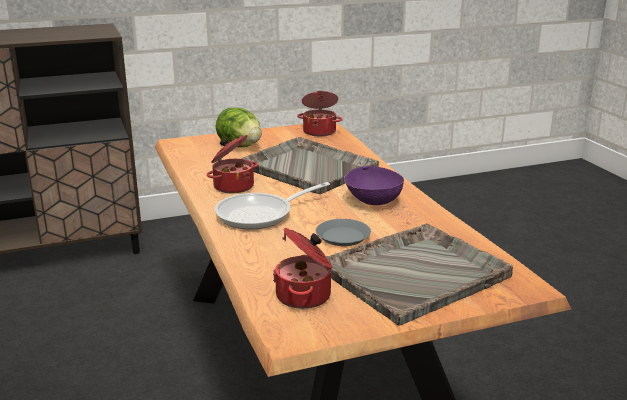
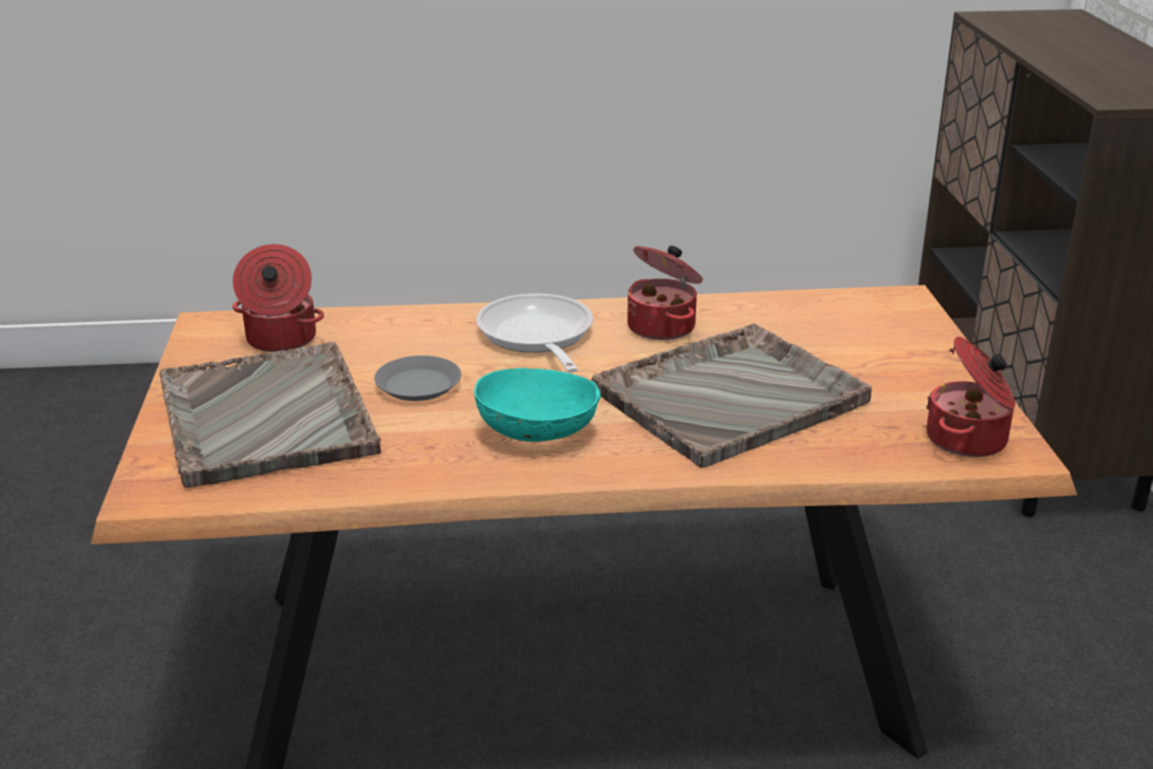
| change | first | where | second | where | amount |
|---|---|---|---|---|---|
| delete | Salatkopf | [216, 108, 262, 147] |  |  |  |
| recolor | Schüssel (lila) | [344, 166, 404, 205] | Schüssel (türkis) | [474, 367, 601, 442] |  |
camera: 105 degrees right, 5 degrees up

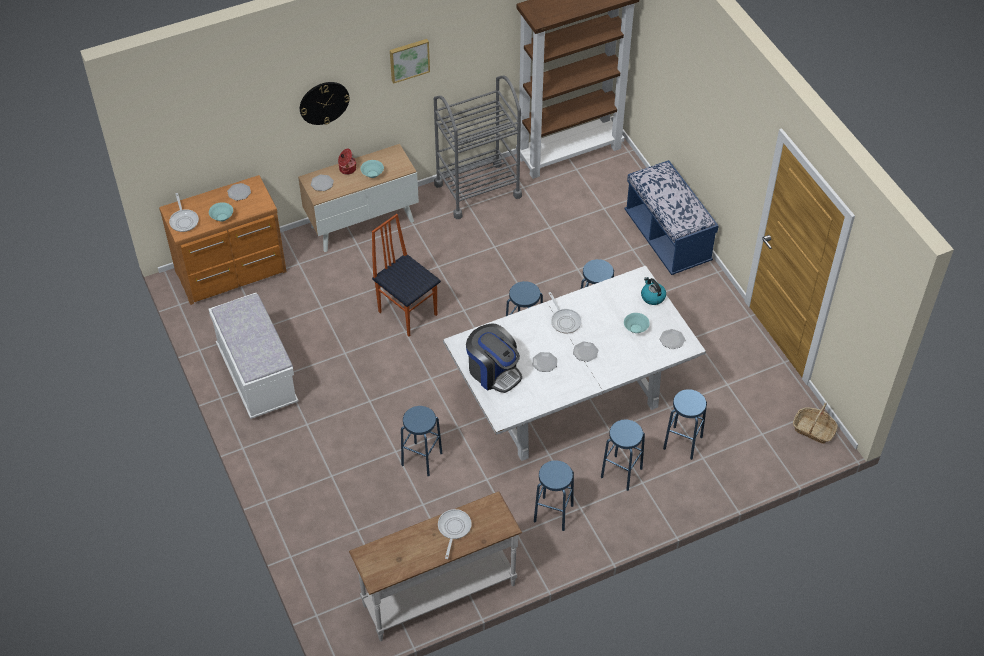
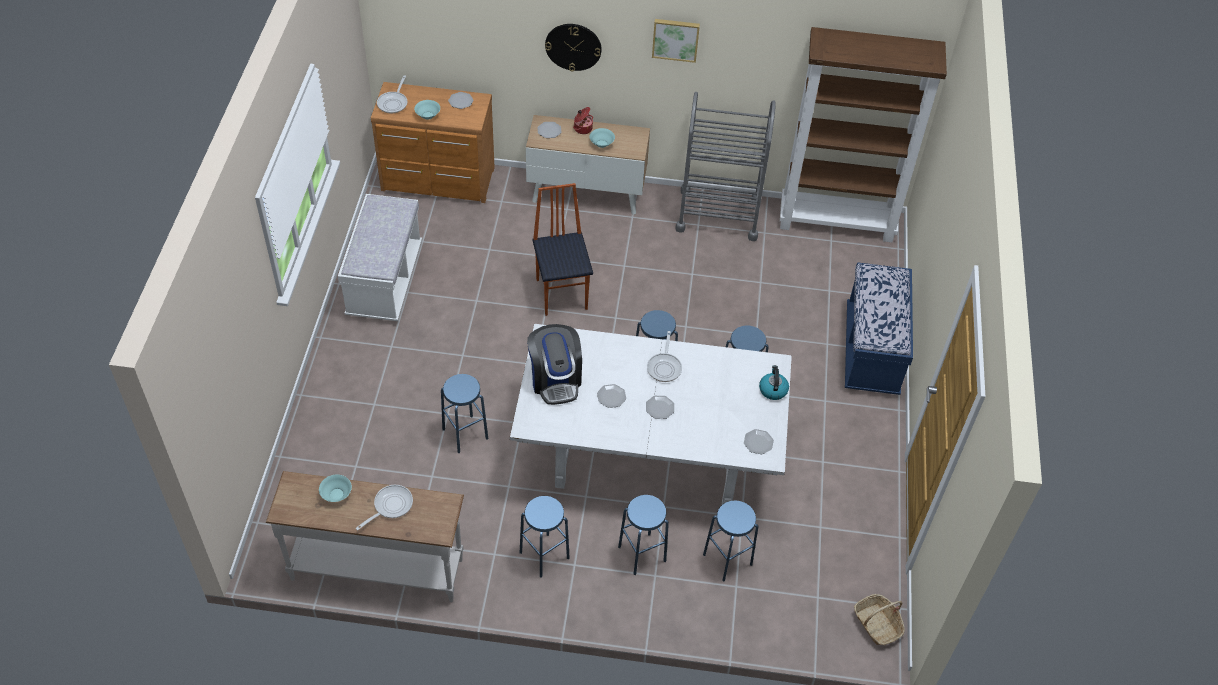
| change | first | where | second | where | amount |
|---|---|---|---|---|---|
| move | Schüssel (türkis) | [624, 313, 650, 333] |  | [319, 475, 352, 502] |  |
camera: 30 degrees right, 0 degrees up

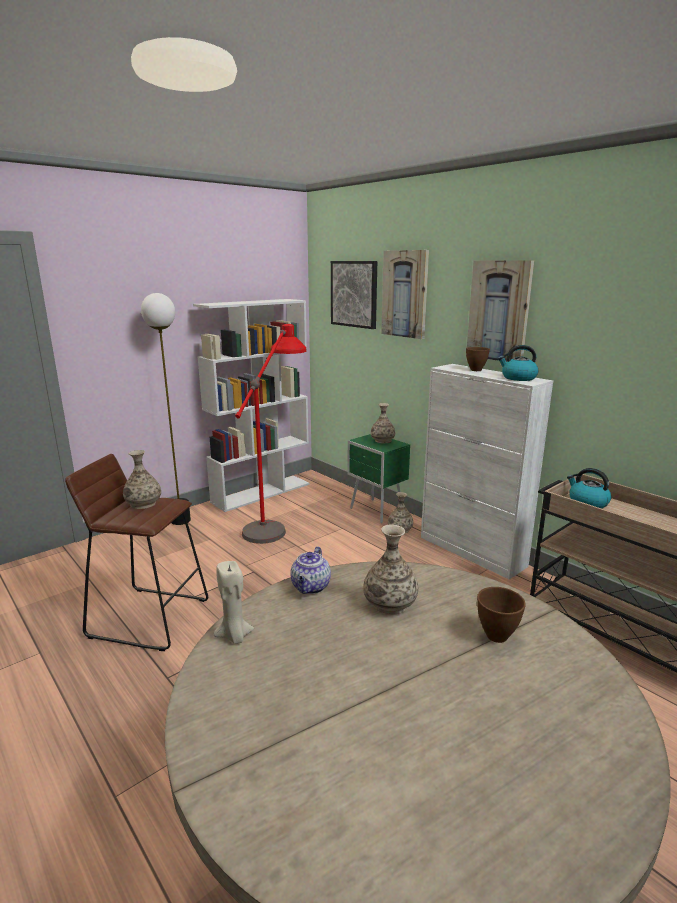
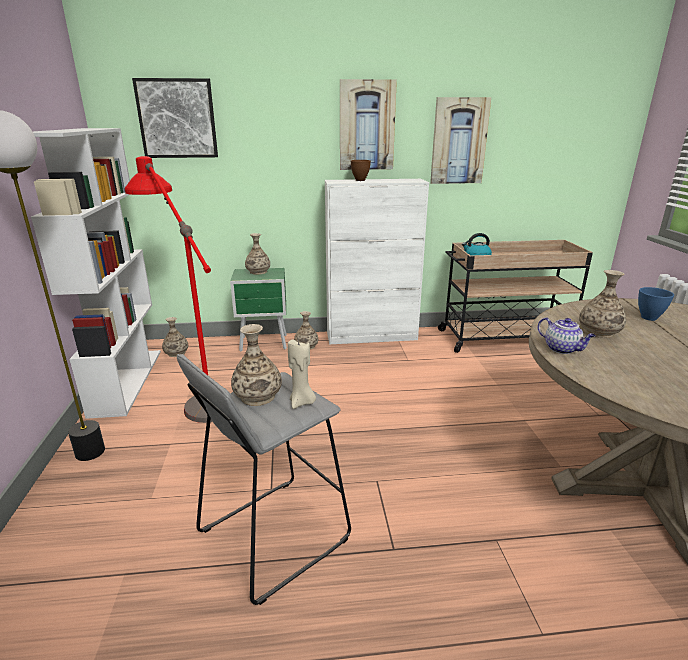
| change | first | where | second | where | amount |
|---|---|---|---|---|---|
| recolor | Hocker (braun) | [65, 454, 208, 651] | Hocker (grau) | [177, 354, 351, 605] |  |
| move | Kerze (beige) | [214, 561, 254, 644] |  | [288, 338, 316, 409] |  |
| move | Bild | [381, 250, 429, 339] |  | [430, 97, 491, 184] |  |
| recolor | Schüssel (braun) | [477, 587, 526, 643] | Schüssel (blau) | [638, 287, 674, 321] |  |
| delete | Wasserkessel | [498, 345, 538, 381] |  |  |  |
| insert |  |  | Vase | [162, 317, 188, 357] |  |
camera: 55 degrees left, 5 degrees up

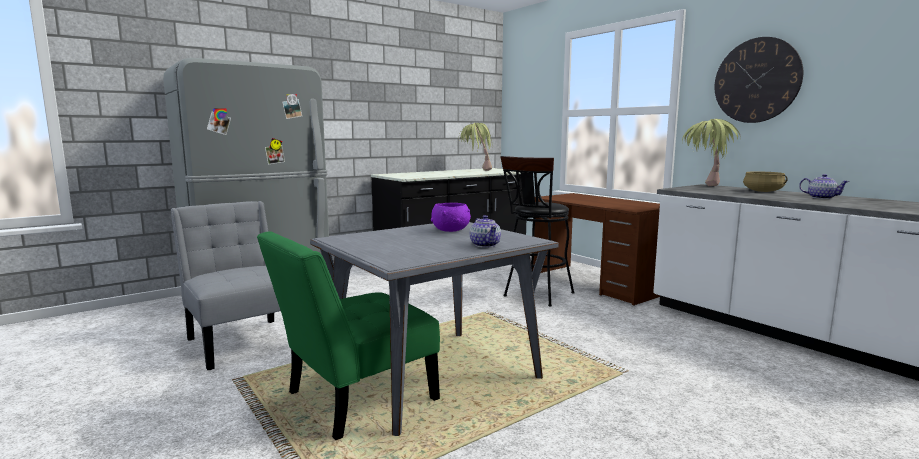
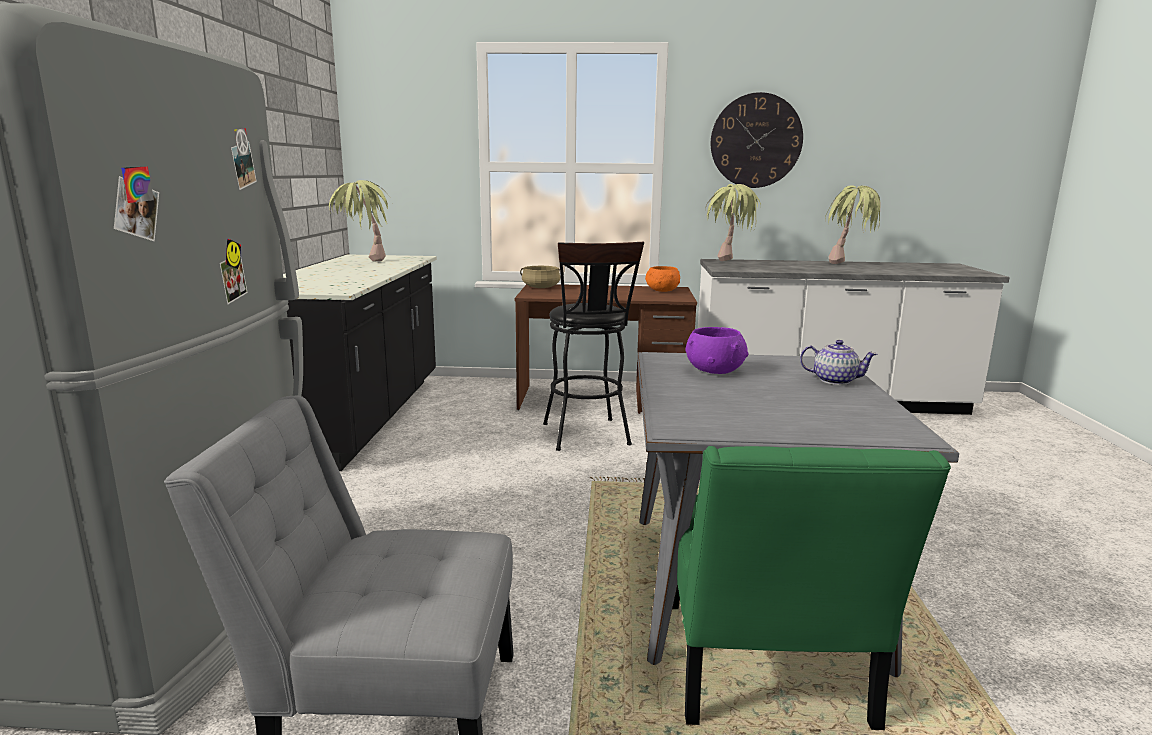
| change | first | where | second | where | amount |
|---|---|---|---|---|---|
| move | Kochtopf (beige) | [743, 171, 788, 192] |  | [520, 266, 564, 288] |  |
| replace | Teekanne | [799, 174, 849, 199] | Topfpflanze | [825, 186, 880, 264] |  |
| insert |  |  | Schüssel (orange) | [645, 266, 680, 292] |  |
camera: 50 degrees left, 5 degrees up

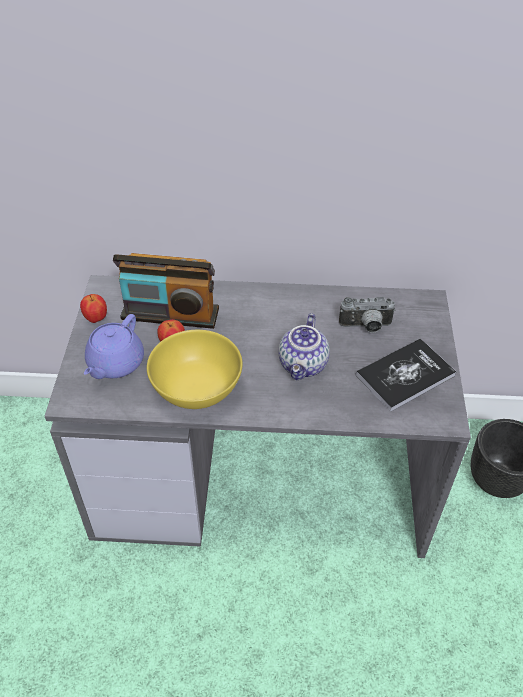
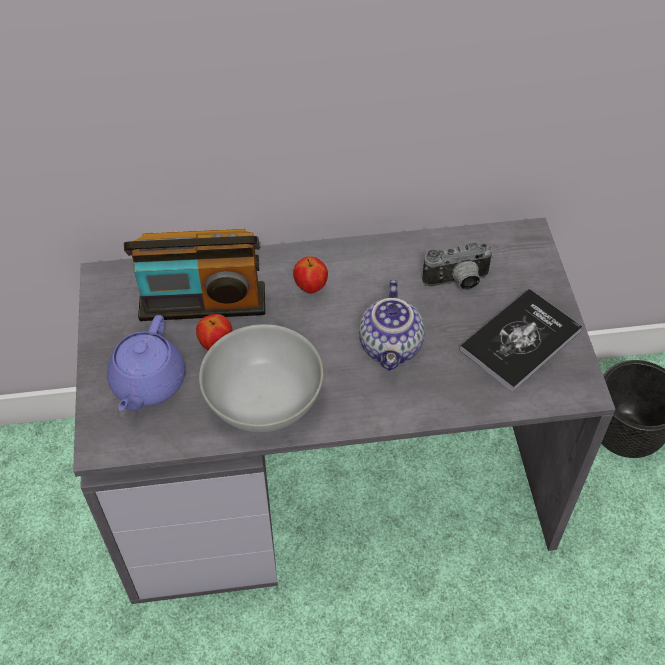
| change | first | where | second | where | amount |
|---|---|---|---|---|---|
| move | Apfel | [80, 294, 107, 323] |  | [293, 256, 328, 294] |  |
| recolor | Schüssel (gelb) | [147, 330, 243, 409] | Schüssel (weiß) | [199, 324, 324, 433] |  |
camera: 10 degrees left, 5 degrees up

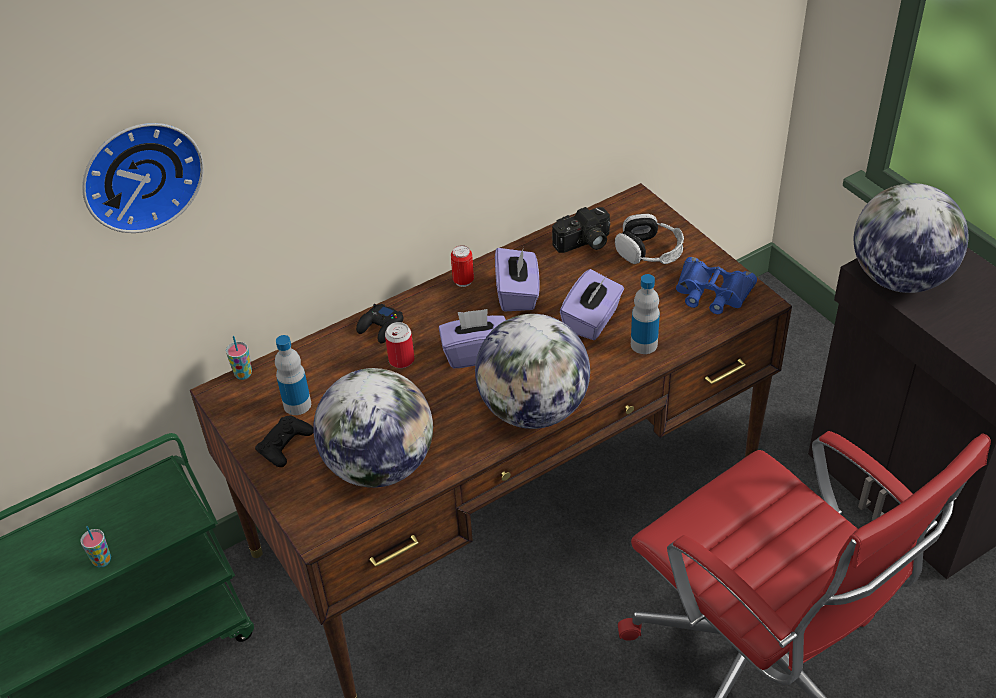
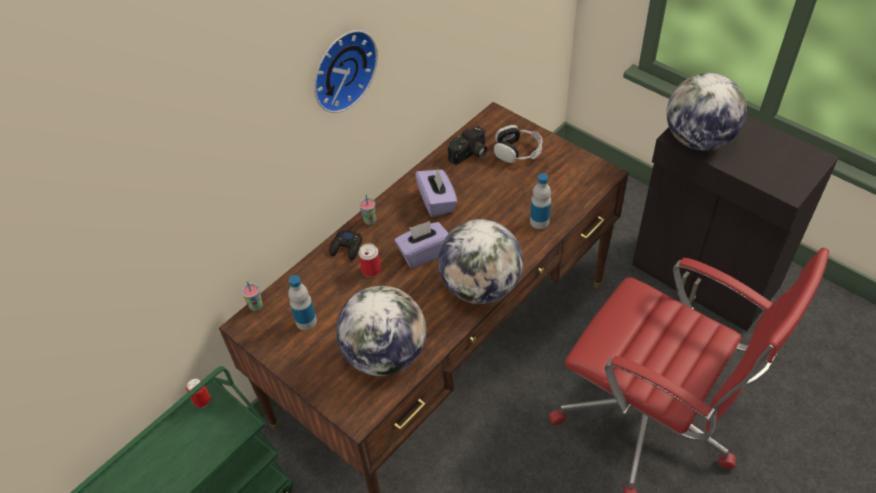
| change | first | where | second | where | amount |
|---|---|---|---|---|---|
| move | Tasse | [80, 526, 111, 568] |  | [360, 195, 376, 225] |  |
| move | Wanduhr | [82, 123, 204, 233] |  | [314, 30, 378, 113] |  |
| delete | Gamepad (schwarz) | [255, 415, 313, 467] |  |  |  |
| move | Dose | [451, 245, 474, 287] |  | [186, 378, 211, 407] |  |
| delete | Taschentuchbox (lila) | [560, 269, 624, 340] |  |  |  |
| delete | Fernglas (blau) | [676, 257, 757, 314] |  |  |  |
camera: 15 degrees left, 5 degrees up

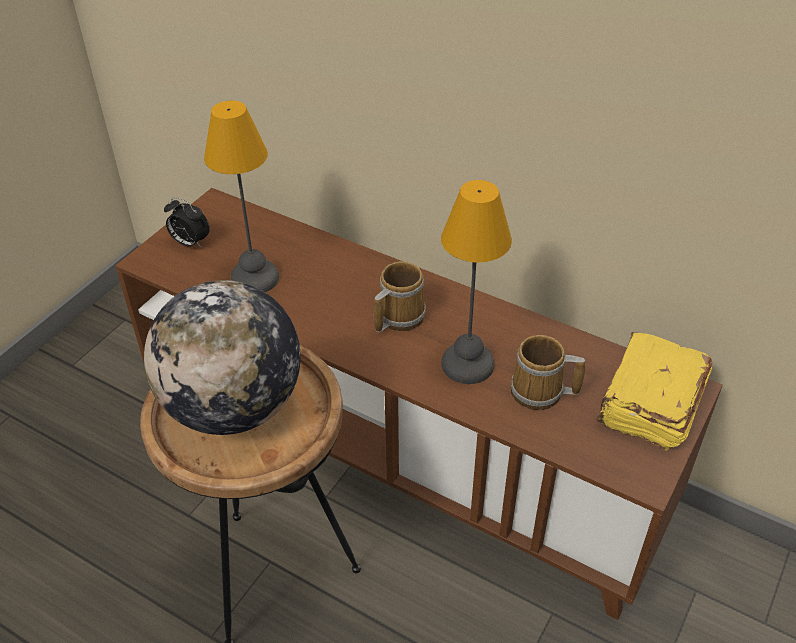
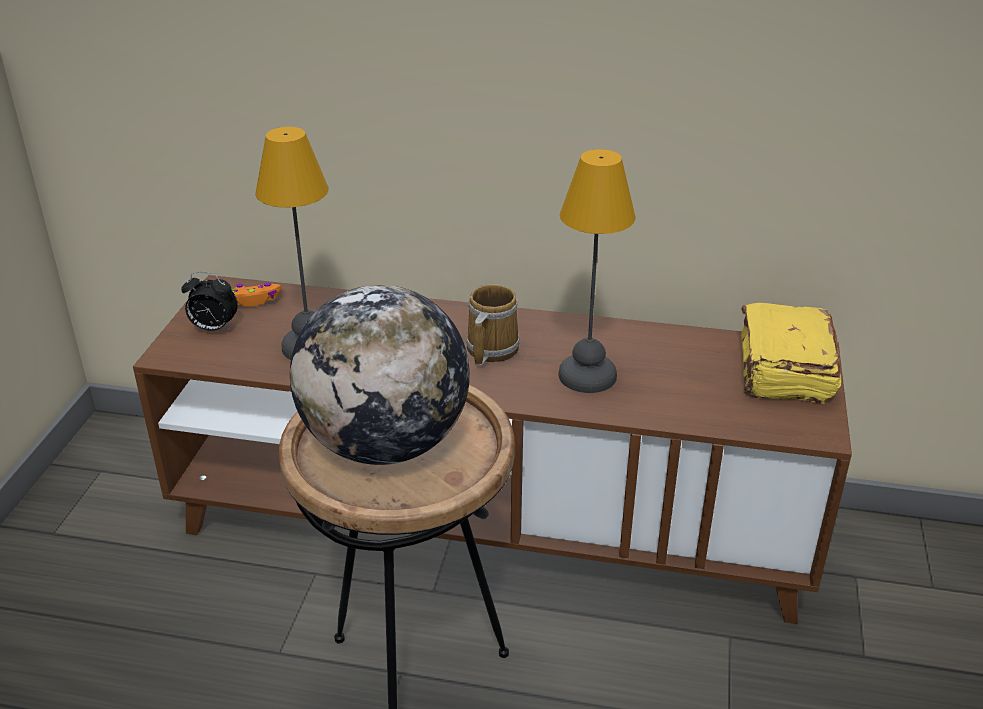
| change | first | where | second | where | amount |
|---|---|---|---|---|---|
| delete | Henkelbecher | [511, 335, 585, 410] |  |  |  |
| insert |  |  | Gamepad (orange) | [232, 283, 281, 307] |  |
camera: 20 degrees left, 10 degrees down

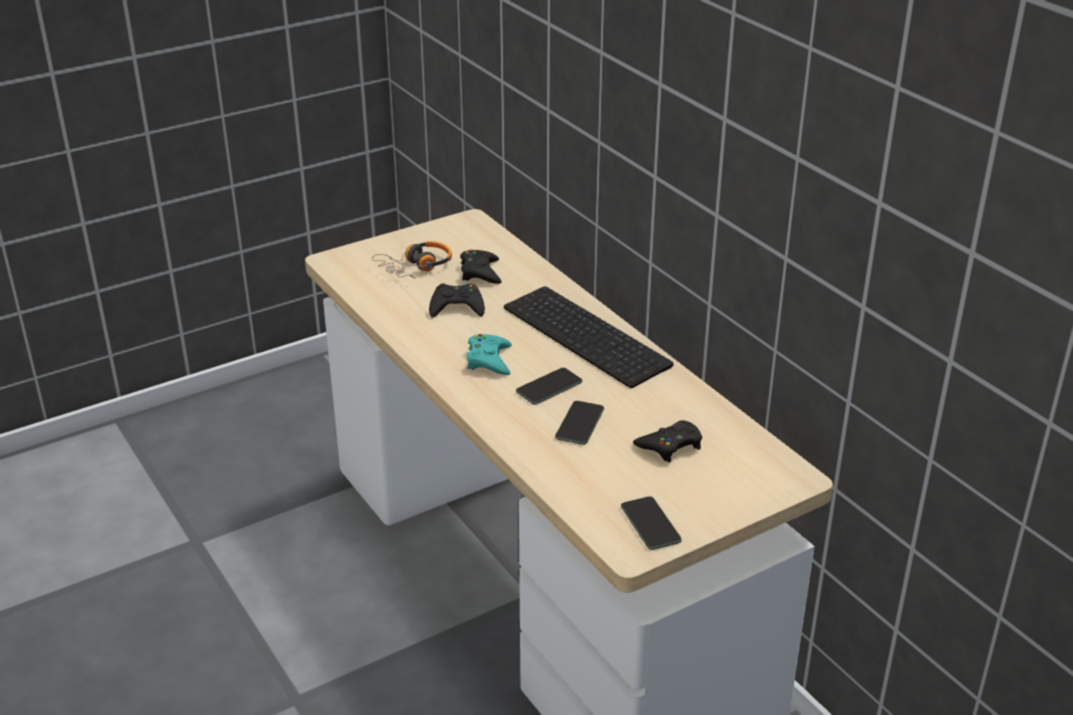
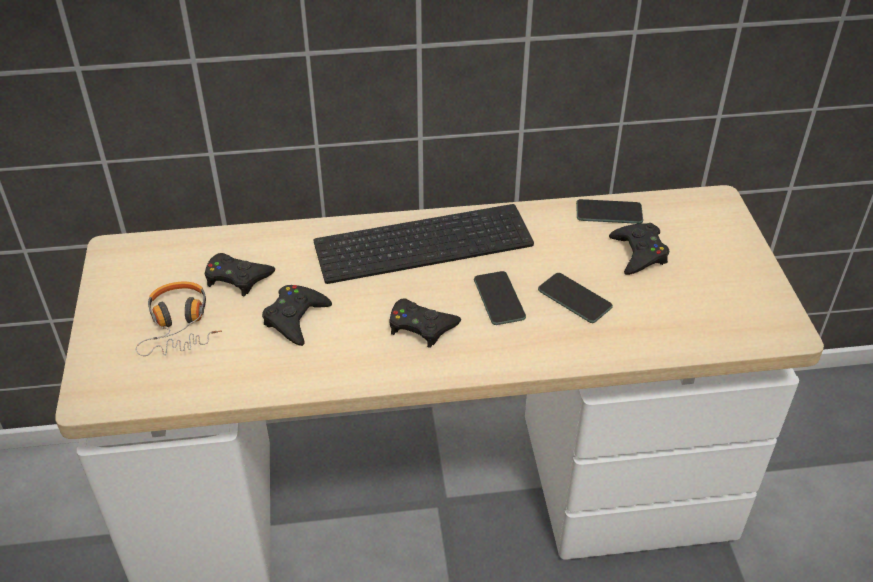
| change | first | where | second | where | amount |
|---|---|---|---|---|---|
| recolor | Gamepad (türkis) | [466, 334, 512, 375] | Gamepad (schwarz) | [389, 298, 461, 348] |  |
| move | Handy | [621, 496, 682, 550] |  | [576, 199, 643, 224] |  |
camera: 65 degrees left, 10 degrees up

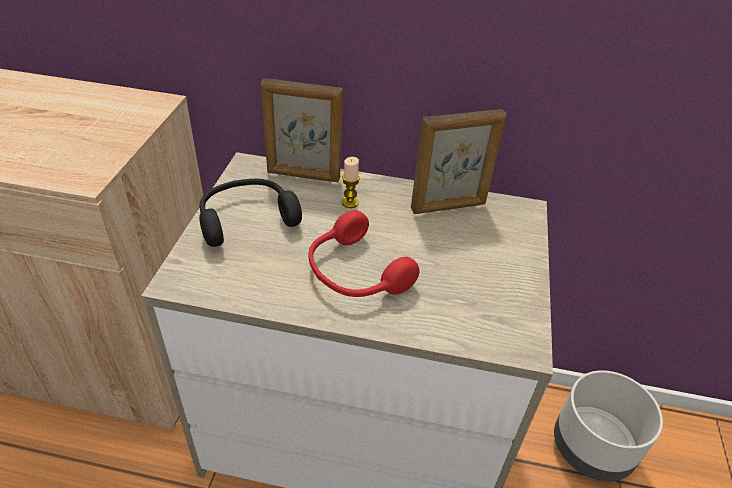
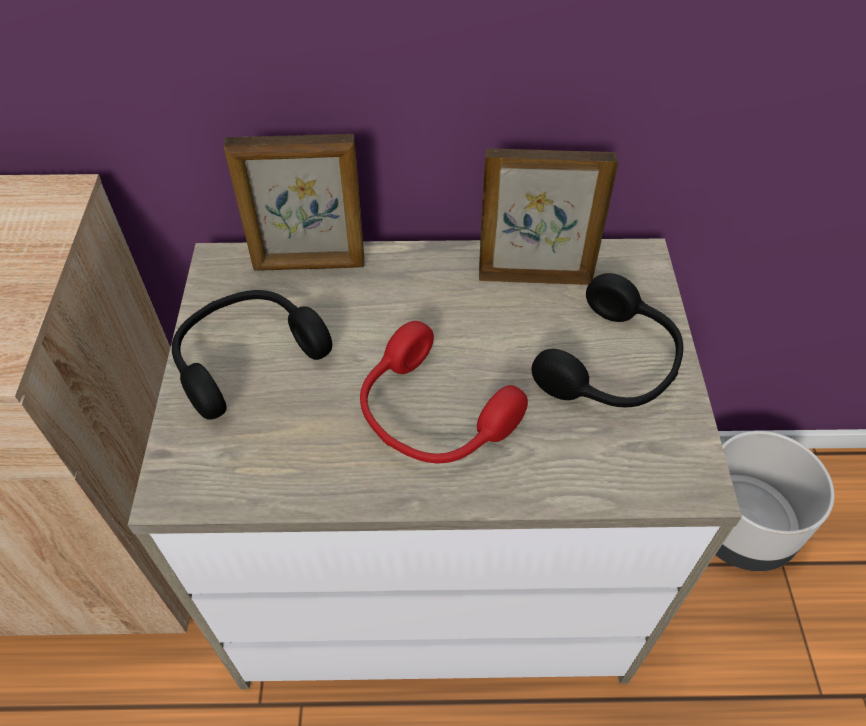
| change | first | where | second | where | amount |
|---|---|---|---|---|---|
| delete | Kerze | [342, 157, 360, 208] |  |  |  |
| rotate | Bilderrahmen | [411, 109, 506, 214] |  | [479, 148, 618, 285] | 150 degrees counterclockwise |
| insert |  |  | Kopfhörer (schwarz) | [531, 273, 683, 407] |  |
camera: 10 degrees left, 10 degrees up

